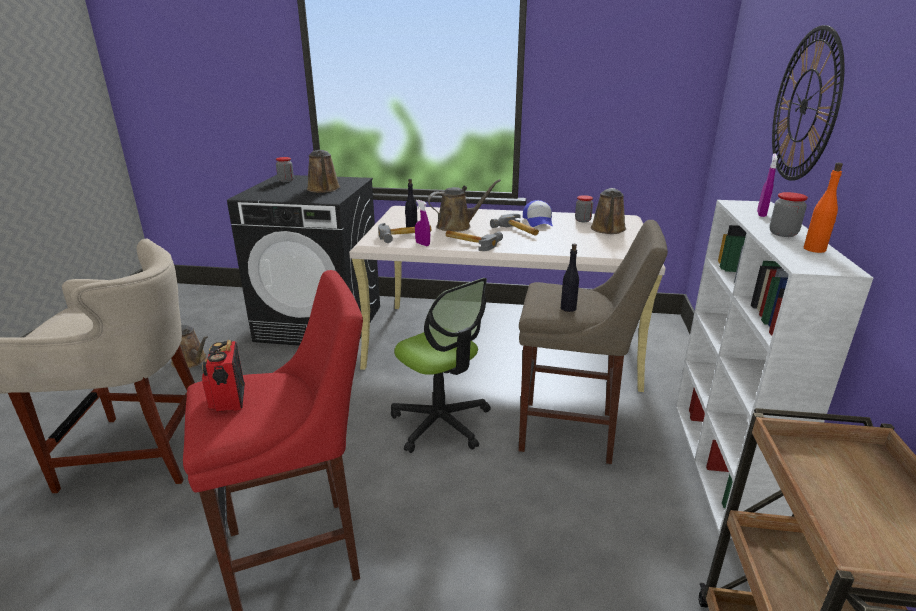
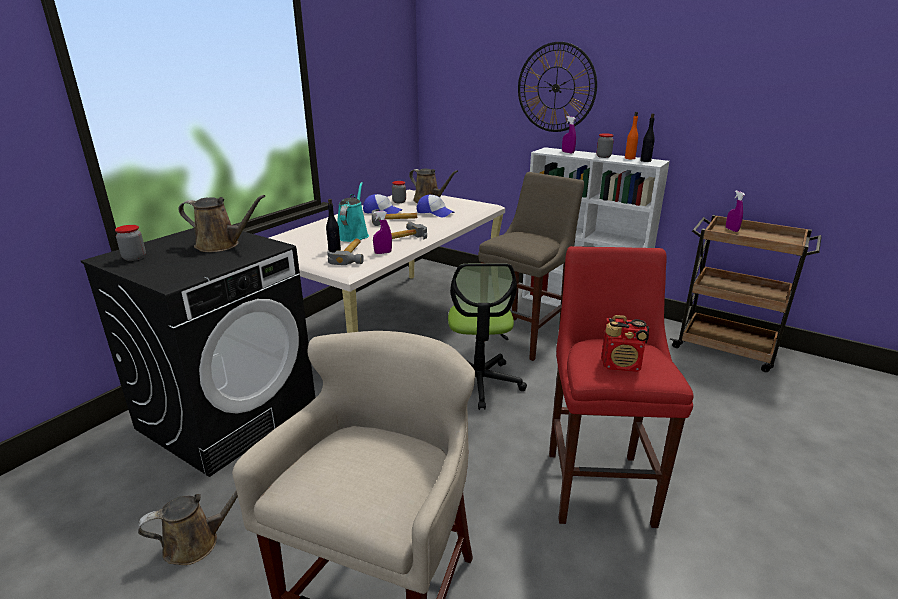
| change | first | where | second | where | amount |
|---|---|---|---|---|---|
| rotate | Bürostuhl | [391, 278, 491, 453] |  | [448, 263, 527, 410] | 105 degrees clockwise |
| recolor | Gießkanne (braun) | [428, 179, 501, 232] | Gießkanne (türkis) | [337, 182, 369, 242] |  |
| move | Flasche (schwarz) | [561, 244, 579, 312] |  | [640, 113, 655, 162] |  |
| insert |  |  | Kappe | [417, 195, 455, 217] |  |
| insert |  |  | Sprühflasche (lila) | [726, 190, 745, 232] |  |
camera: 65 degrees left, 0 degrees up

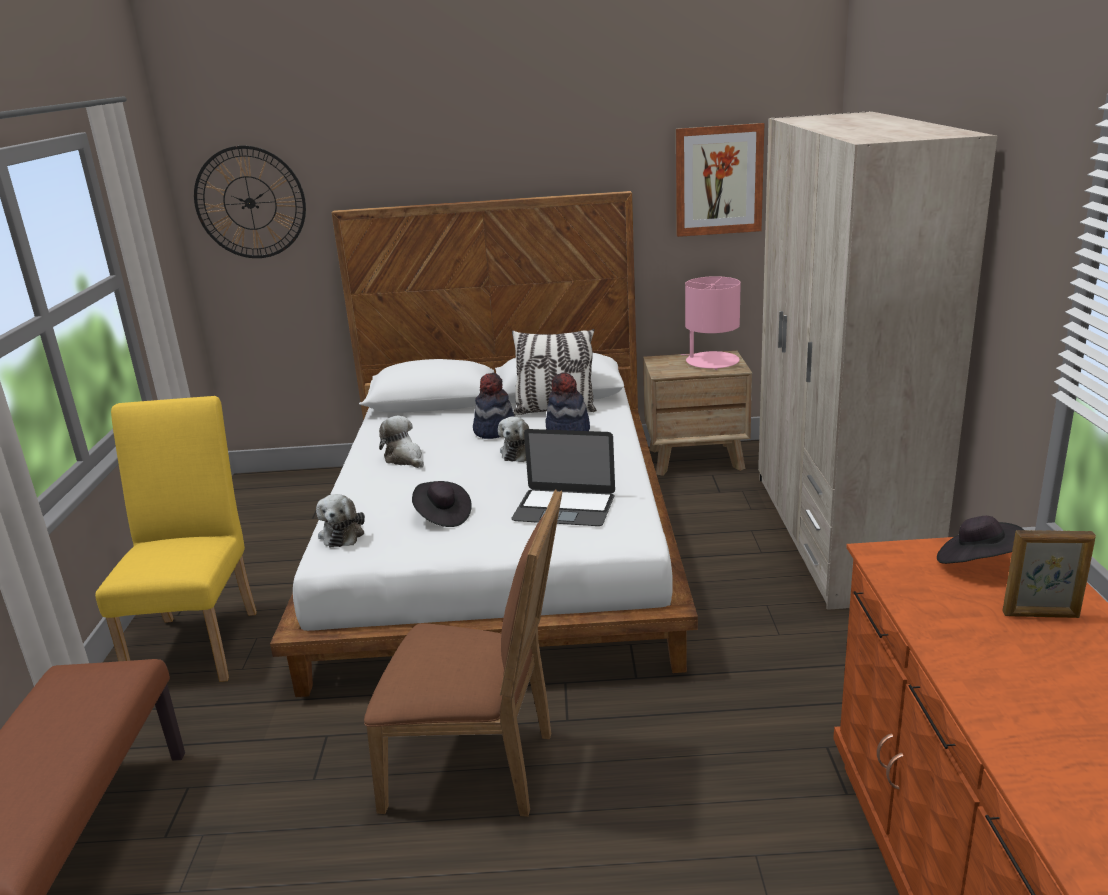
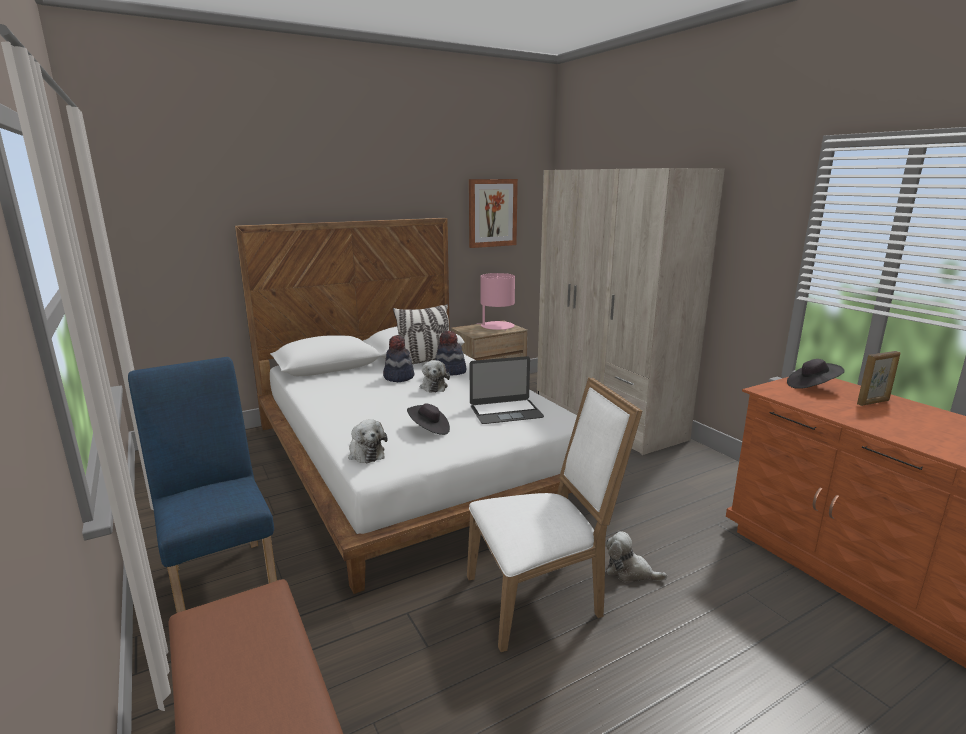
| change | first | where | second | where | amount |
|---|---|---|---|---|---|
| recolor | Stuhl (gelb) | [95, 396, 257, 682] | Stuhl (blau) | [128, 357, 277, 613] |  |
| delete | Wanduhr | [194, 146, 306, 258] |  |  |  |
| recolor | Stuhl (braun) | [364, 489, 562, 817] | Stuhl (weiß) | [467, 377, 642, 652] |  |
| move | Plüschtier | [379, 416, 424, 468] |  | [606, 531, 667, 582] |  |
camera: 30 degrees left, 5 degrees down

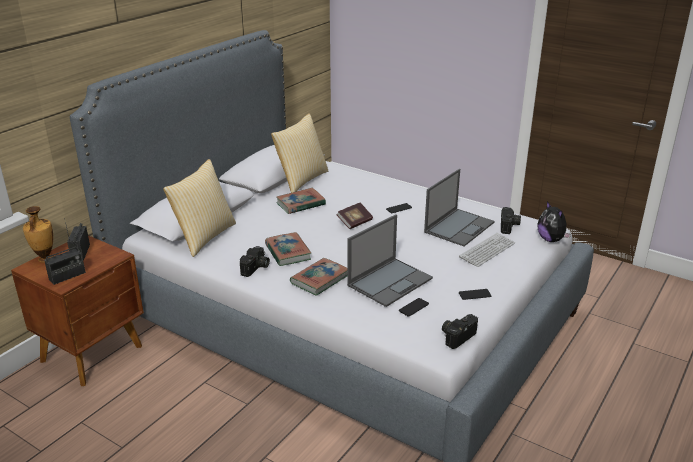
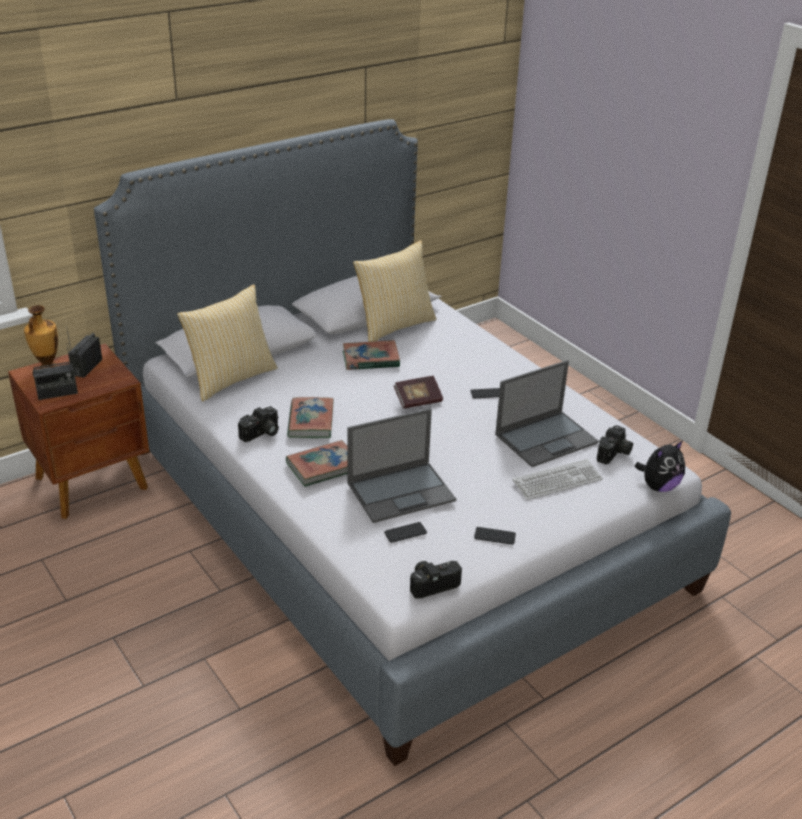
| change | first | where | second | where | amount |
|---|---|---|---|---|---|
| rotate | Plüschtier | [537, 201, 571, 242] |  | [635, 440, 685, 492] | 120 degrees counterclockwise |
camera: 20 degrees right, 5 degrees up

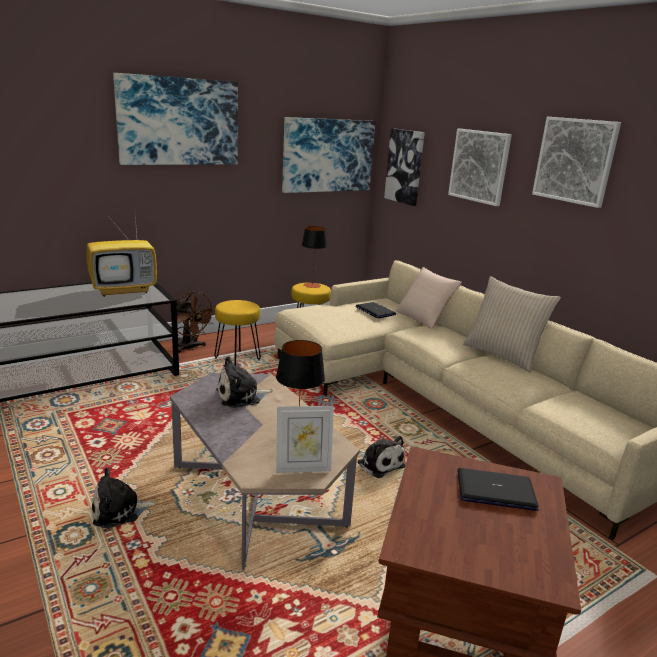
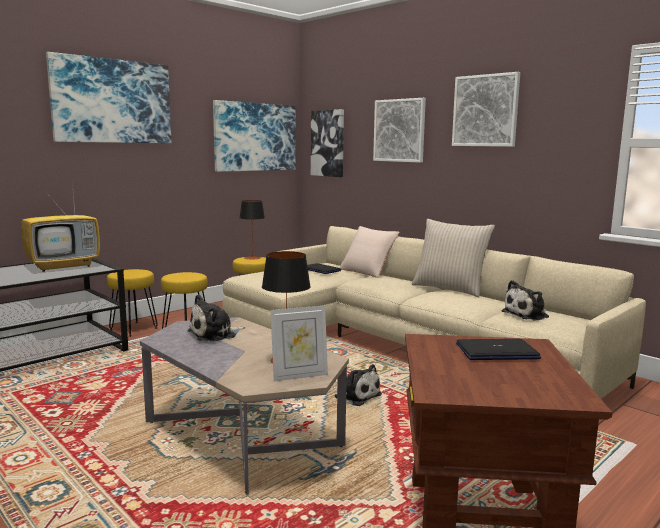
| change | first | where | second | where | amount |
|---|---|---|---|---|---|
| move | Plüschtier | [92, 467, 156, 528] |  | [501, 280, 549, 321] |  |
| replace | Ventilator (braun) | [170, 291, 215, 353] | Hocker (gelb) | [107, 269, 158, 337] |  |
camera: 10 degrees left, 10 degrees down

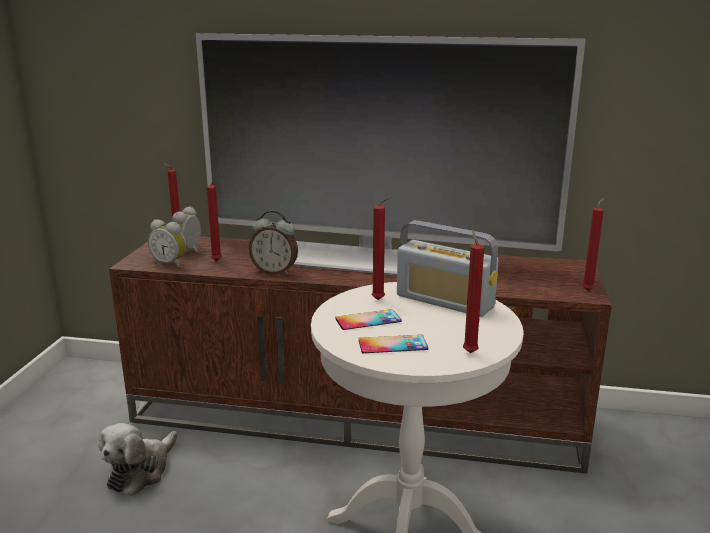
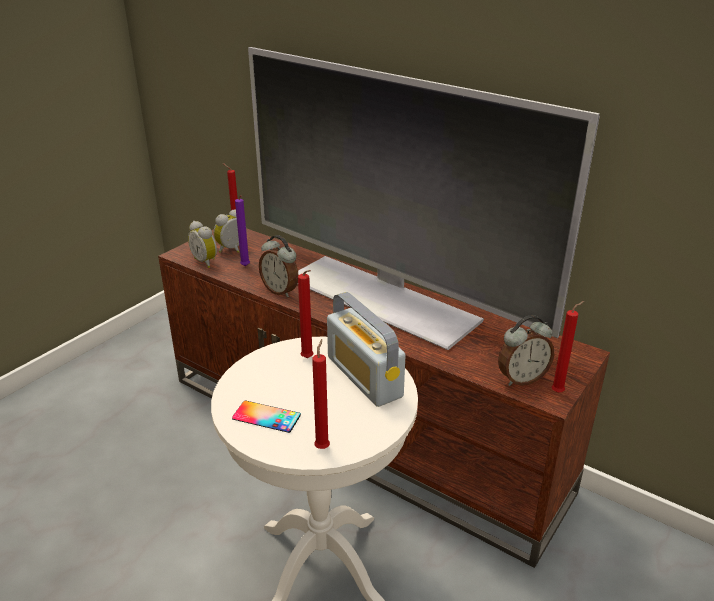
| change | first | where | second | where | amount |
|---|---|---|---|---|---|
| delete | Plüschtier | [99, 423, 178, 496] |  |  |  |
| recolor | Kerze (rot) | [207, 179, 222, 261] | Kerze (lila) | [235, 195, 250, 266] |  |
| delete | Handy | [335, 309, 402, 330] |  |  |  |
| insert |  |  | Wecker | [498, 315, 554, 386] |  |
camera: 25 degrees right, 10 degrees up

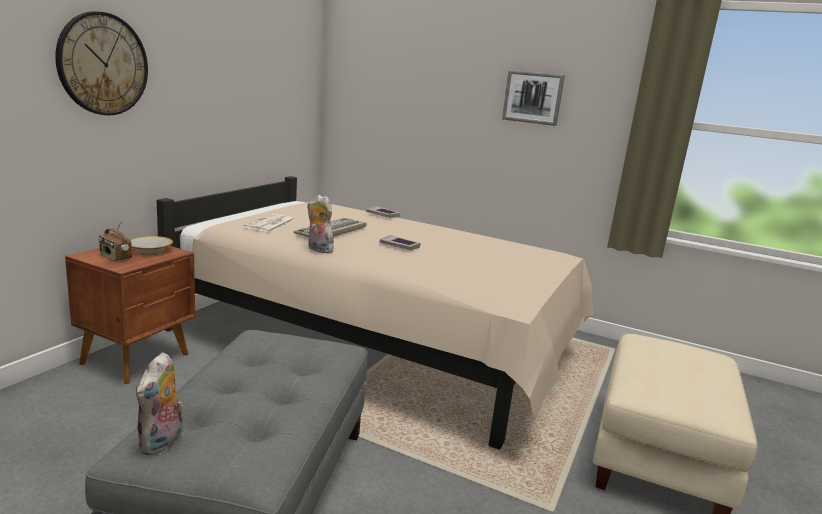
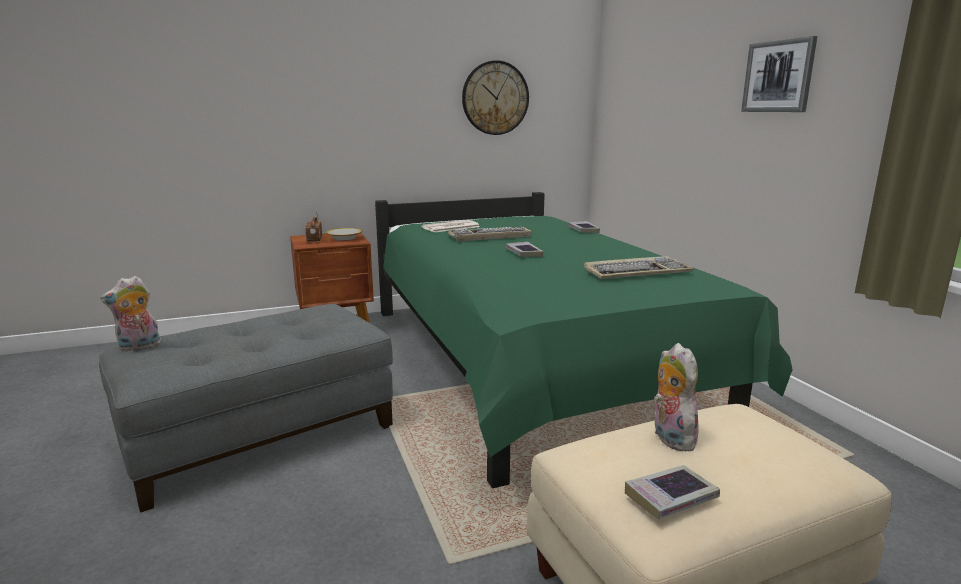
| change | first | where | second | where | amount |
|---|---|---|---|---|---|
| move | Wanduhr | [55, 11, 148, 115] |  | [462, 60, 529, 135] |  |
| recolor | Bett (beige) | [157, 176, 594, 450] | Bett (grün) | [375, 192, 793, 488] |  |
| move | Plüschtier | [307, 195, 335, 253] |  | [654, 343, 699, 452] |  |
| insert |  |  | Tastatur | [584, 256, 694, 279] |  |
| insert |  |  | Buch | [625, 465, 720, 519] |  |
camera: 45 degrees right, 0 degrees up

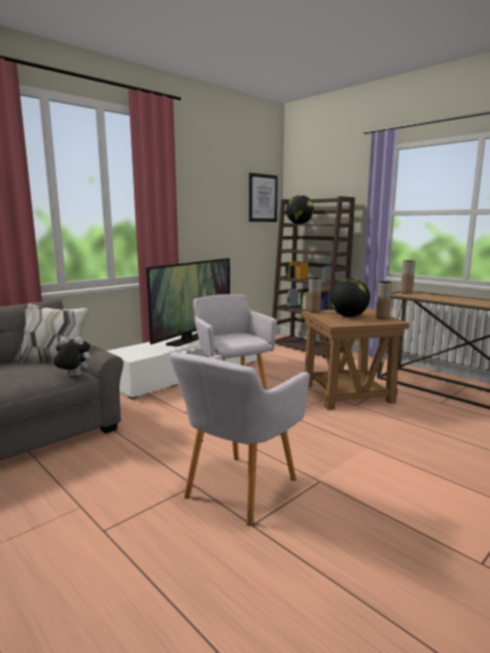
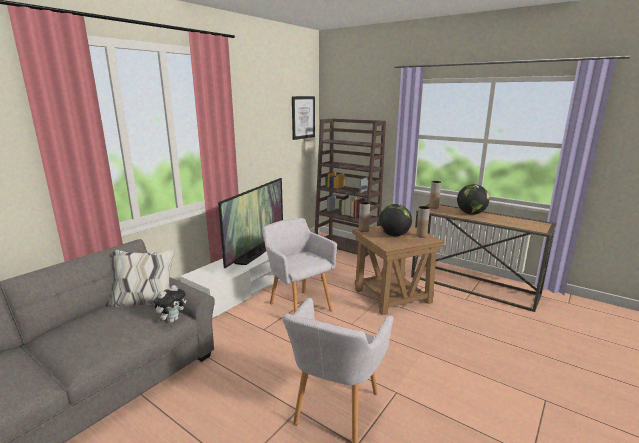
| change | first | where | second | where | amount |
|---|---|---|---|---|---|
| rotate | Plüschtier | [53, 337, 90, 376] |  | [155, 285, 186, 323] | 135 degrees clockwise |
| move | Globus | [286, 195, 314, 224] |  | [457, 184, 489, 215] |  |
camera: 10 degrees left, 5 degrees up

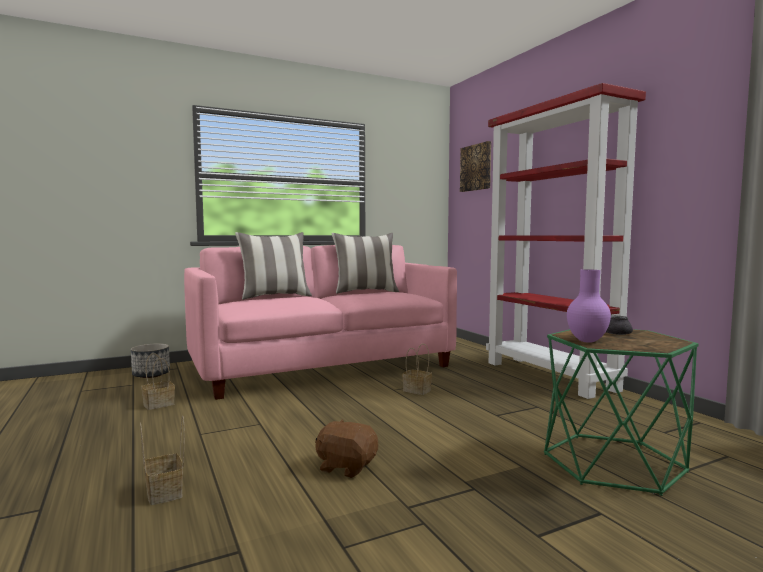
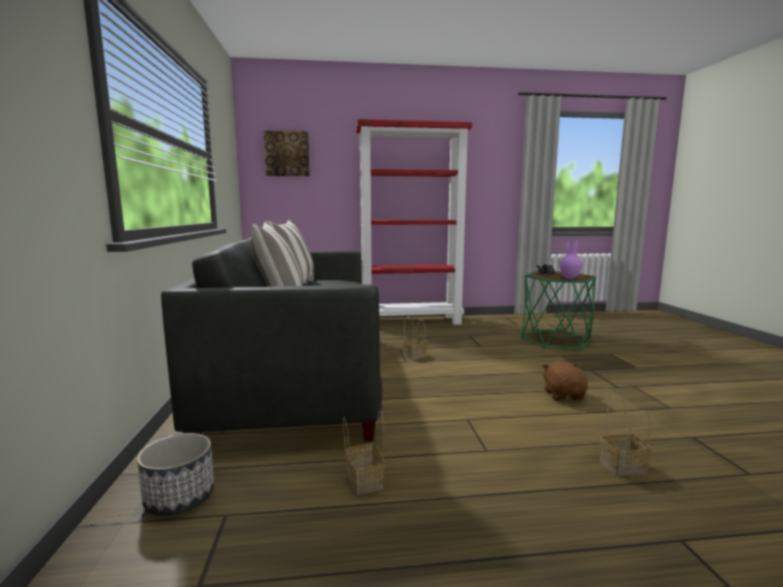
| change | first | where | second | where | amount |
|---|---|---|---|---|---|
| recolor | Sofa (rosa) | [184, 245, 457, 400] | Sofa (grau) | [161, 237, 382, 441] |  |
| rotate | Plüschtier (braun) | [315, 419, 378, 478] |  | [542, 361, 588, 401] | 135 degrees clockwise |
camera: 70 degrees left, 5 degrees up

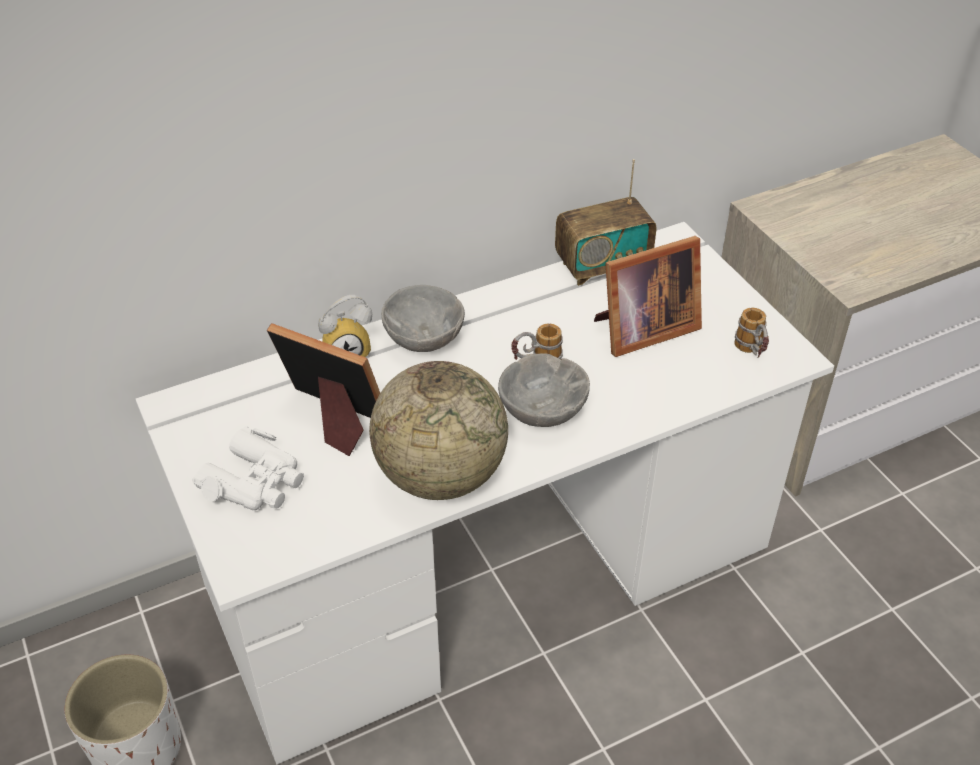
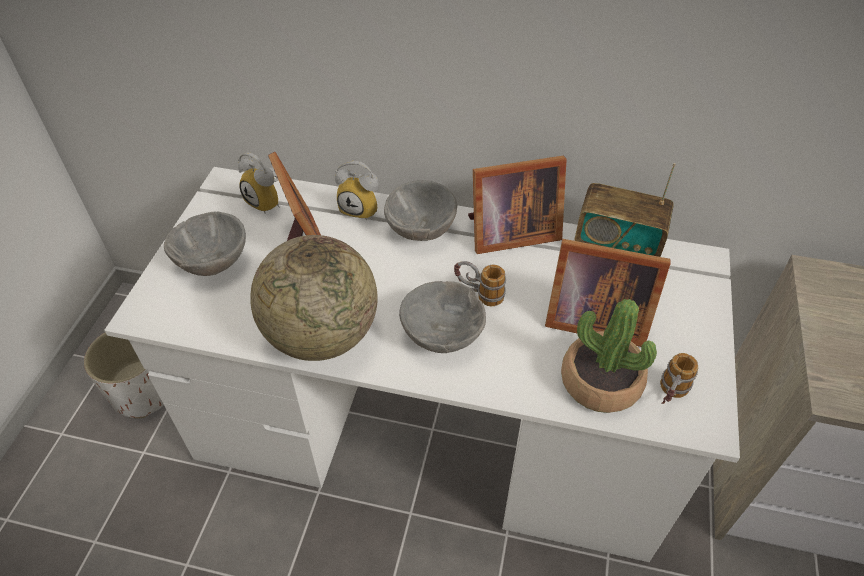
| change | first | where | second | where | amount |
|---|---|---|---|---|---|
| replace | Fernglas (weiß) | [192, 426, 304, 510] | Schüssel (grau) | [164, 211, 246, 276] |  |
| insert |  |  | Wecker | [238, 152, 280, 213] |  |
| insert |  |  | Bilderrahmen | [468, 156, 567, 254] |  |
| insert |  |  | Topfpflanze | [561, 299, 657, 413] |  |
camera: 40 degrees right, 5 degrees up

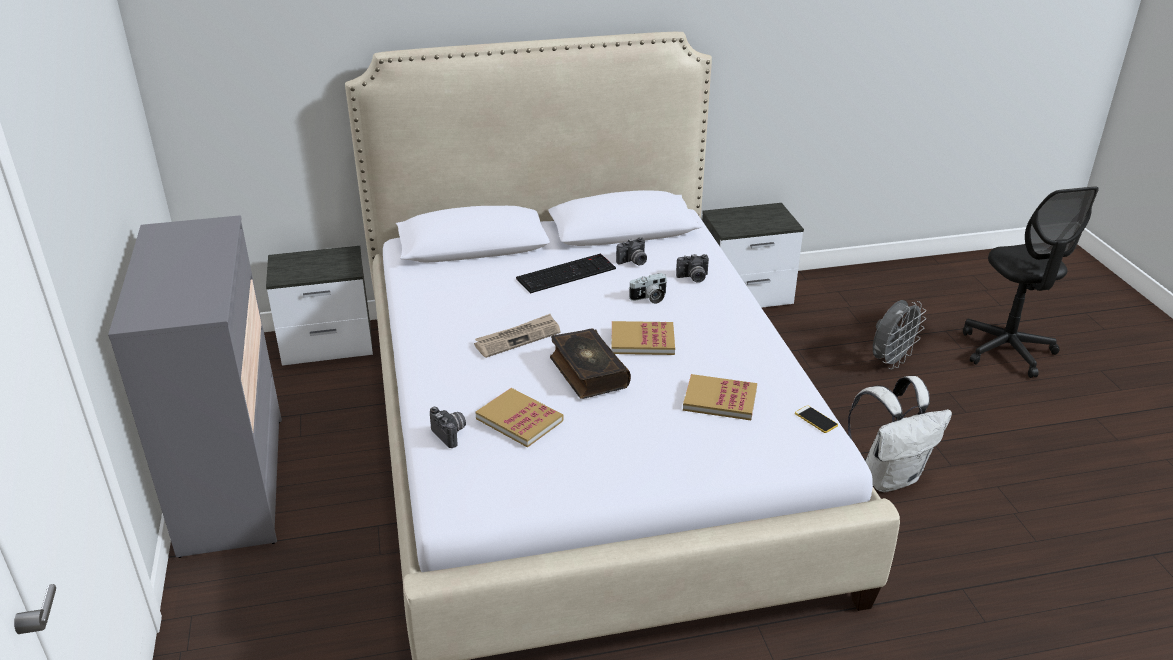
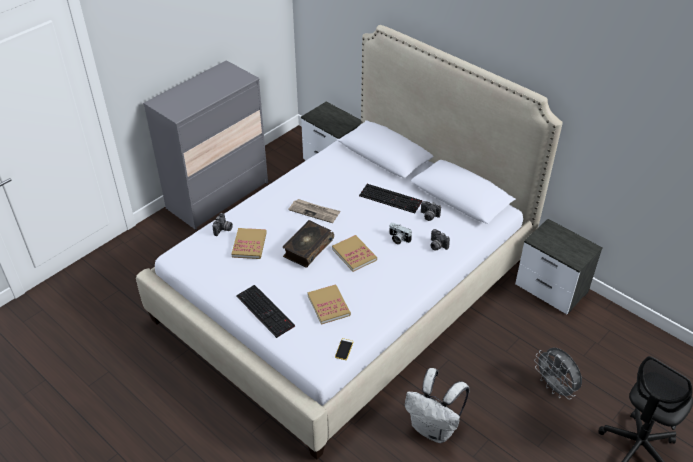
| change | first | where | second | where | amount |
|---|---|---|---|---|---|
| rotate | Ventilator (grau) | [873, 300, 926, 370] |  | [534, 348, 582, 400] | 45 degrees clockwise |
| insert |  |  | Tastatur | [236, 285, 295, 338] |  |
camera: 55 degrees right, 10 degrees up

